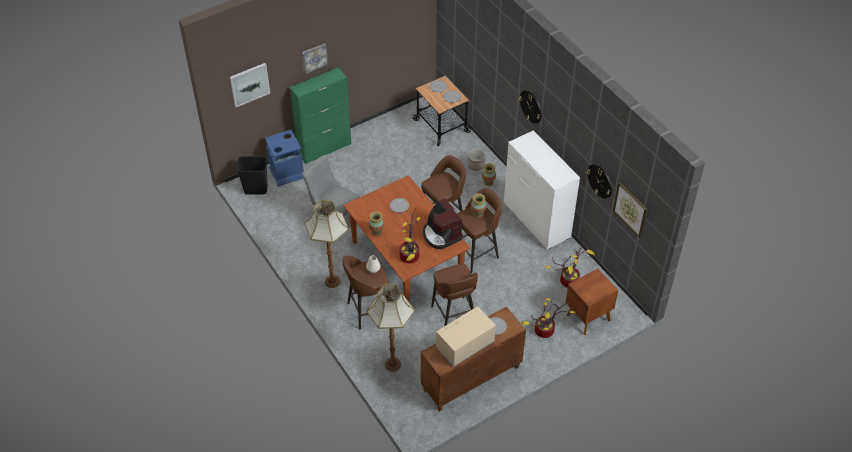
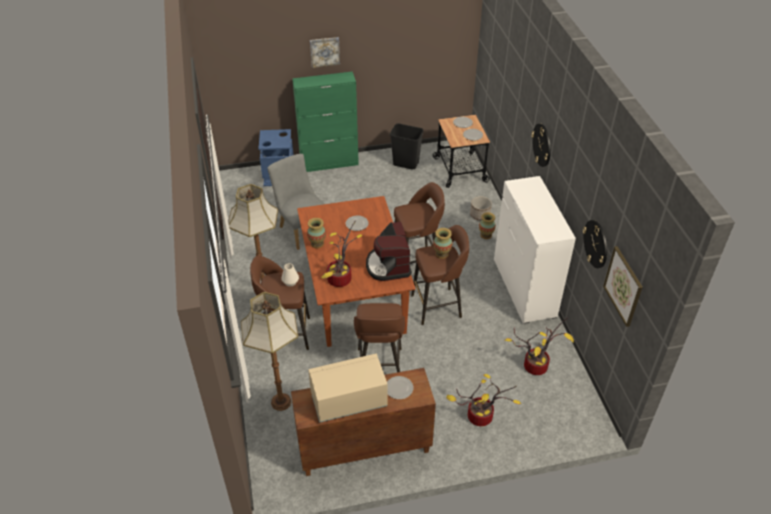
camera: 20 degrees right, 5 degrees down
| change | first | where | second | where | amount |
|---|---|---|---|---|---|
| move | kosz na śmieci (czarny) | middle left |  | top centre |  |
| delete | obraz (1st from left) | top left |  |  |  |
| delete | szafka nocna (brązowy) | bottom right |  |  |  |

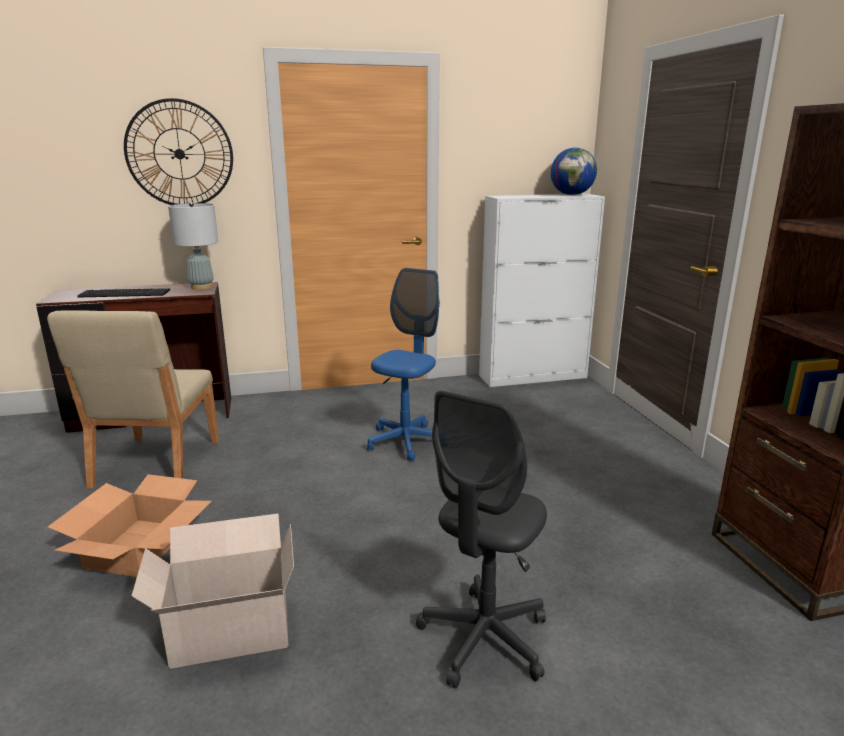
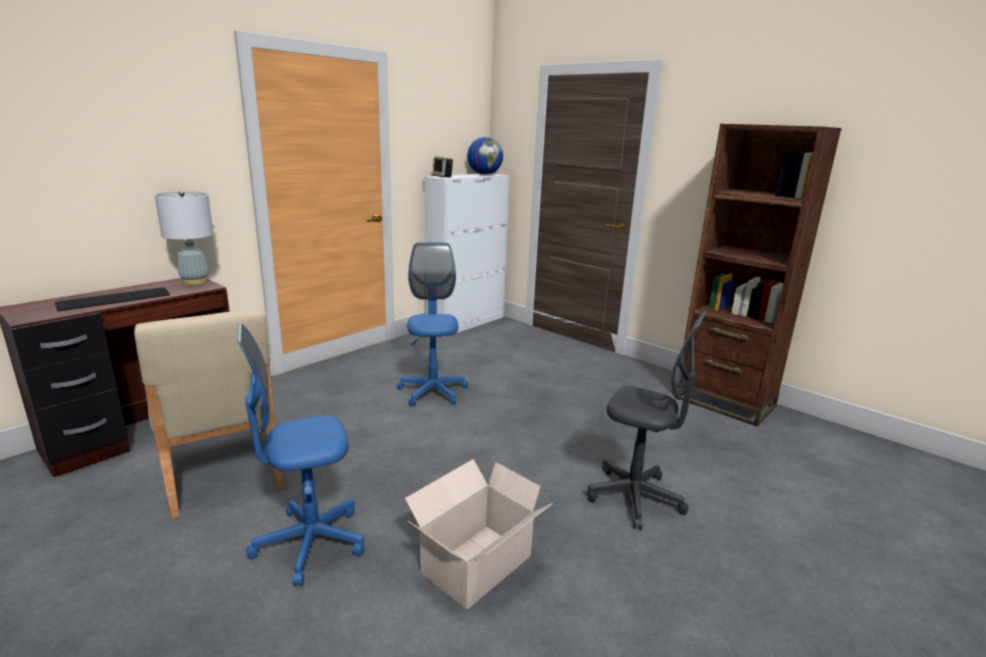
camera: 35 degrees left, 0 degrees up
| change | first | where | second | where | amount |
|---|---|---|---|---|---|
| replace | karton (1st from left) | bottom left | krzesło biurowe (niebieski) (1st from left) | bottom left |  |
| insert |  |  | głośnik | top centre |  |
| rotate | krzesło biurowe (szary) | bottom centre |  | centre | 60 degrees counterclockwise |
| delete | zegar ścienny | top left |  |  |  |

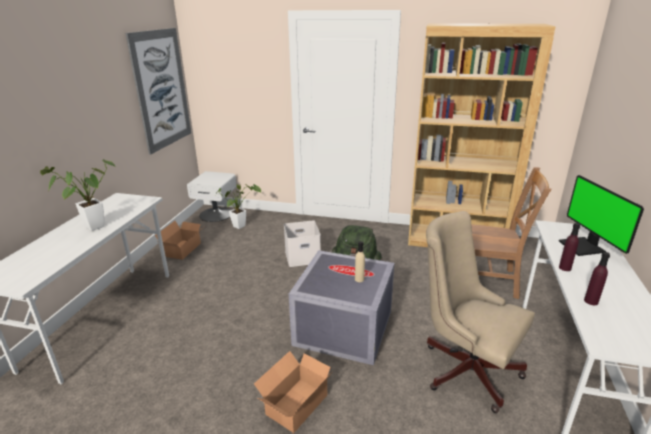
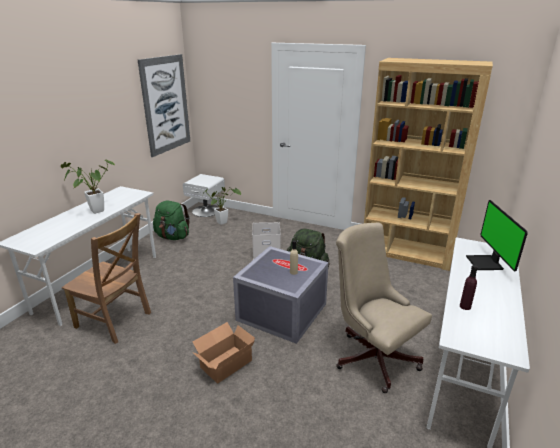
camera: 10 degrees right, 0 degrees up
| change | first | where | second | where | amount |
|---|---|---|---|---|---|
| move | krzesło (brązowy) | middle right |  | middle left |  |
| replace | karton (1st from left) | middle left | plecak (zielony) (1st from left) | middle left |  |
| delete | butelka (fioletowy) (1st from left) | middle right |  |  |  |

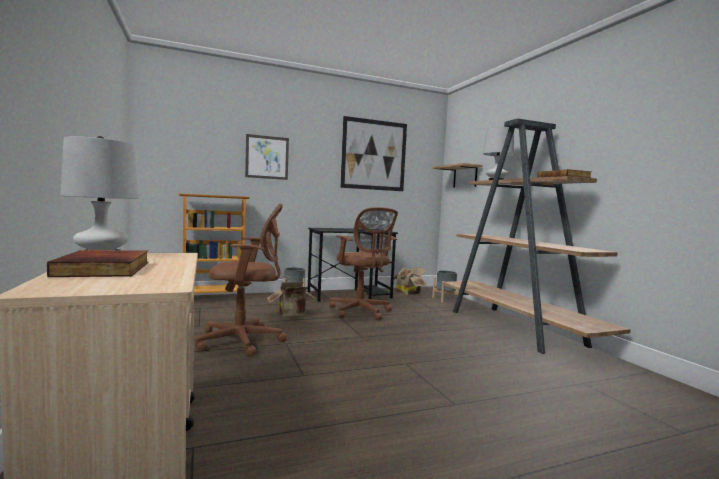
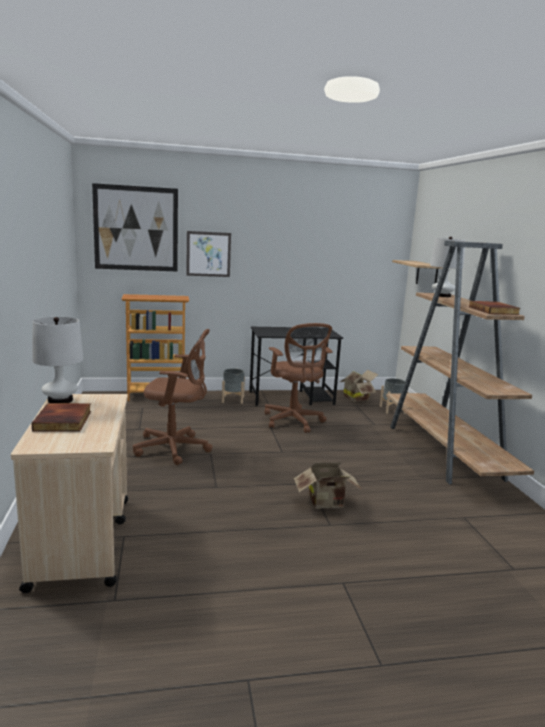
camera: 10 degrees right, 10 degrees up
| change | first | where | second | where | amount |
|---|---|---|---|---|---|
| move | obraz (2nd from left in the first image) | top centre | obraz (1st from left) | top left |  |
| move | karton (1st from left) | centre |  | bottom centre |  |

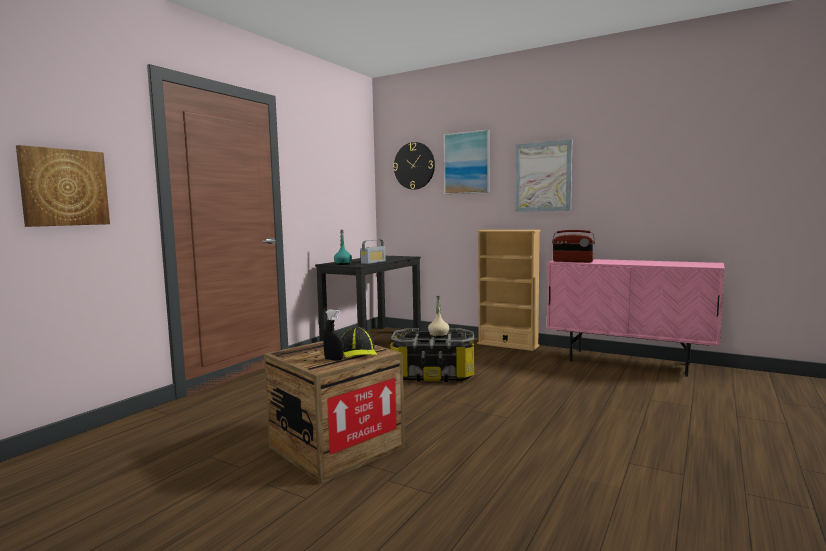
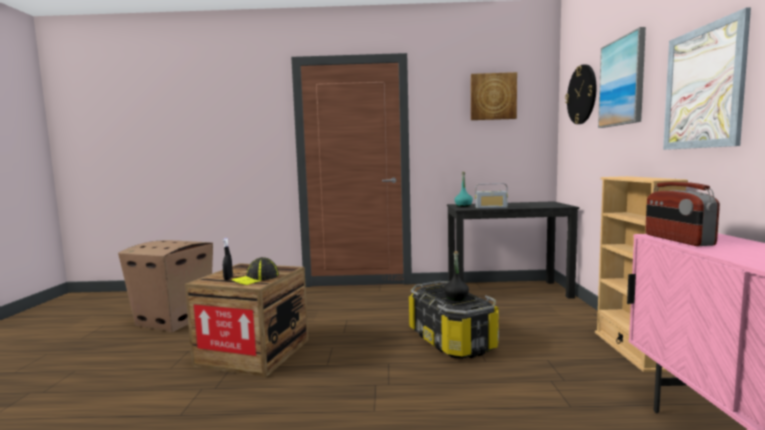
camera: 60 degrees right, 0 degrees up
| change | first | where | second | where | amount |
|---|---|---|---|---|---|
| insert |  |  | karton | middle left |  |
| recolor | butelka (beżowy) | centre | butelka (czarny) | centre |  |
| move | obraz (1st from left) | middle left |  | top centre |  |

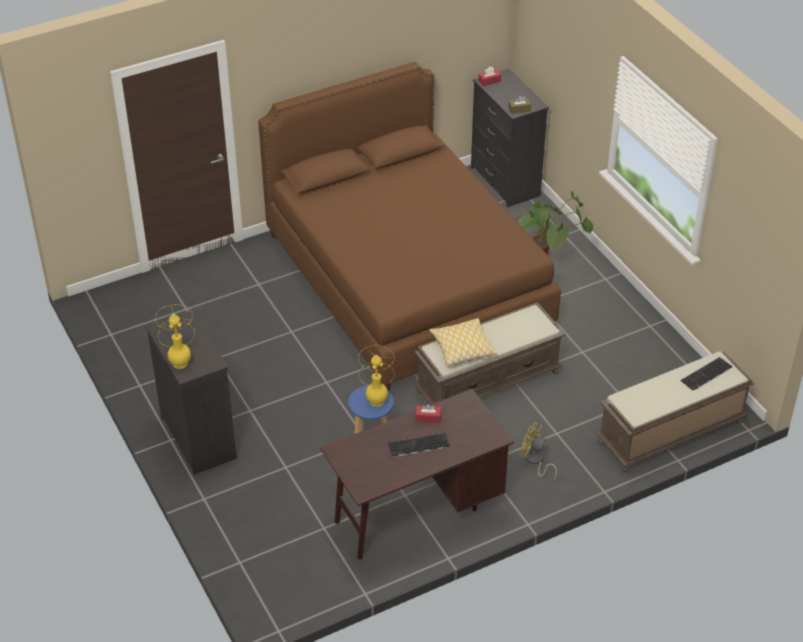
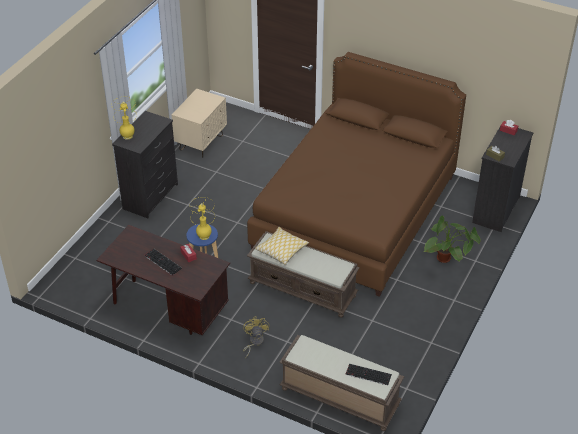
camera: 55 degrees right, 0 degrees up
| change | first | where | second | where | amount |
|---|---|---|---|---|---|
| insert |  |  | szafka nocna (beżowy) | top centre |  |

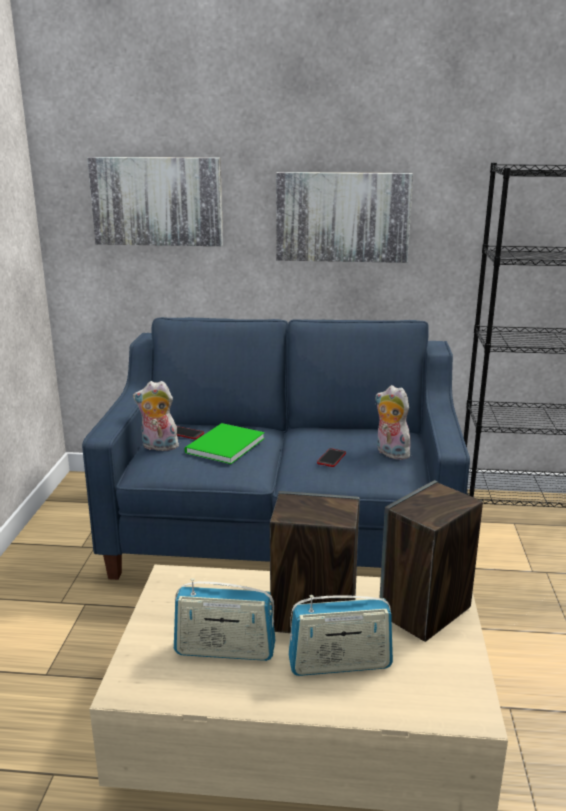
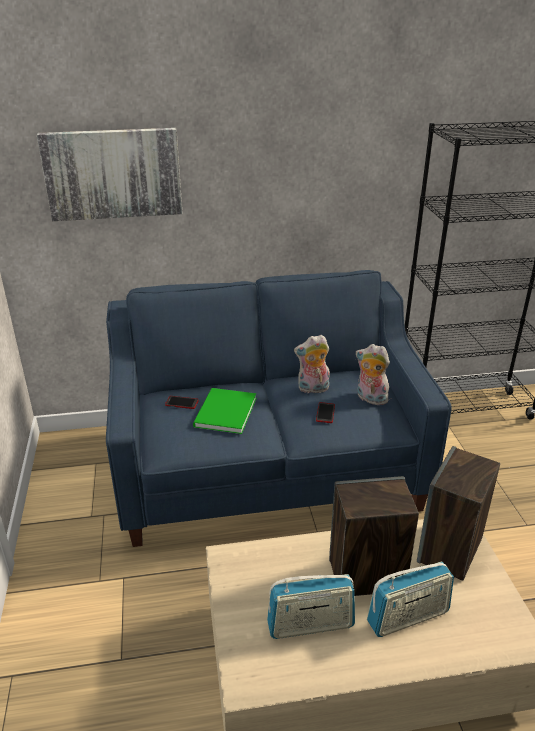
camera: 15 degrees left, 10 degrees up
| change | first | where | second | where | amount |
|---|---|---|---|---|---|
| move | pluszak (1st from left) | middle left |  | centre |  |
| delete | obraz (2nd from left) | top centre |  |  |  |

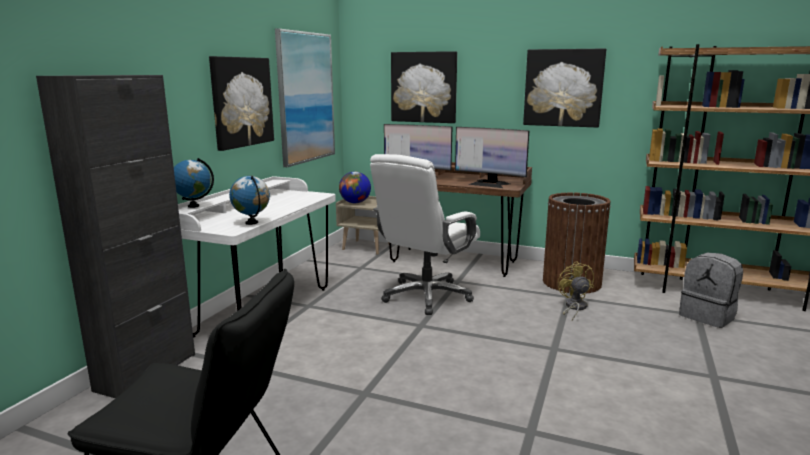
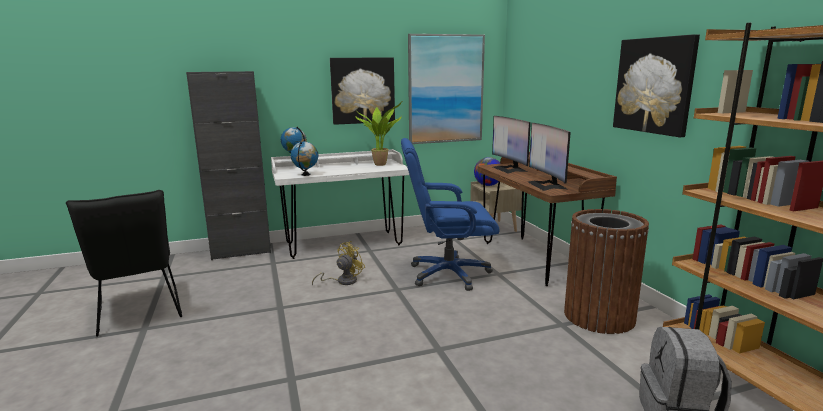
camera: 50 degrees right, 0 degrees up
| change | first | where | second | where | amount |
|---|---|---|---|---|---|
| move | wentylator (żółty) | middle right |  | centre |  |
| insert |  |  | roślina doniczkowa | top centre |  |
| recolor | krzesło biurowe (biały) | centre | krzesło biurowe (niebieski) | centre |  |
| delete | obraz (3rd from left) | top centre |  |  |  |

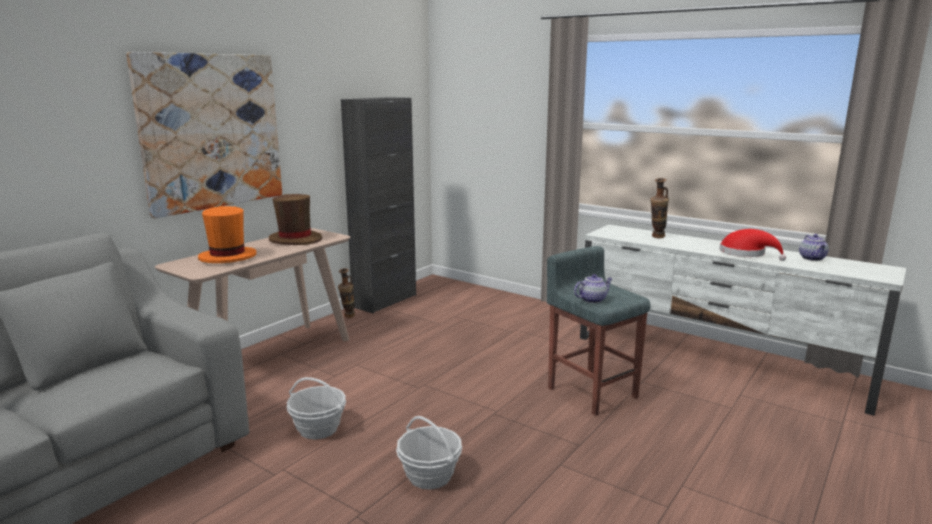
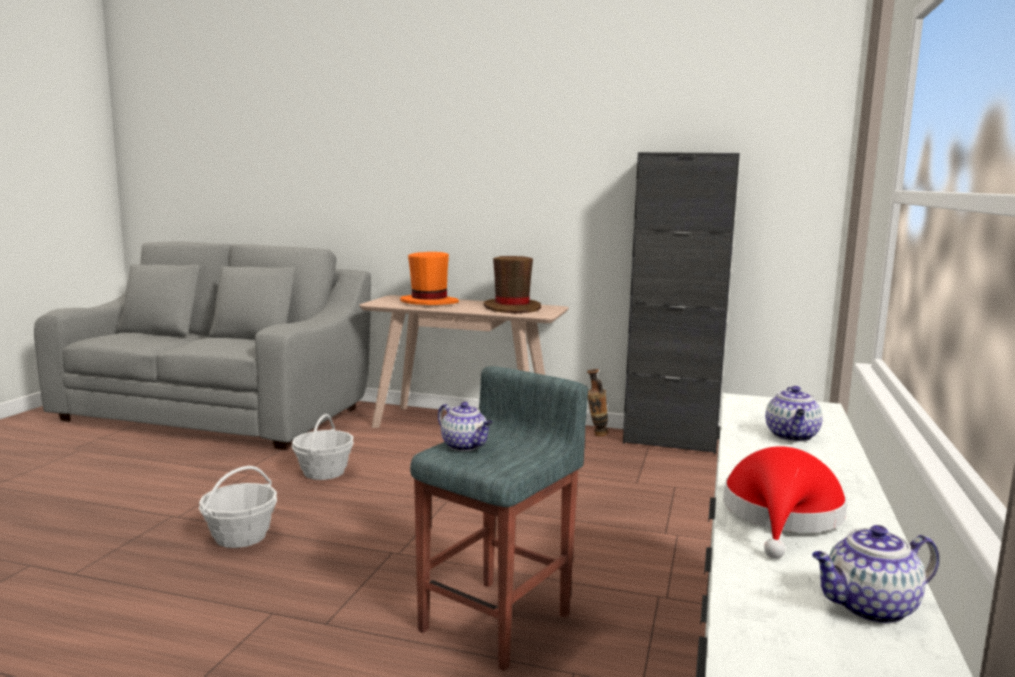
camera: 70 degrees right, 5 degrees down
| change | first | where | second | where | amount |
|---|---|---|---|---|---|
| replace | wazon (2nd from left) | middle right | imbryk (2nd from left) | middle right |  |
| delete | obraz | top left |  |  |  |

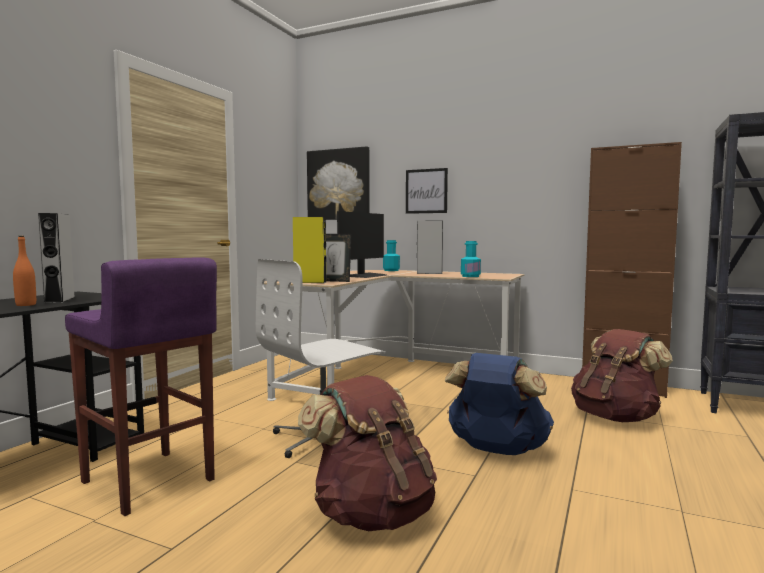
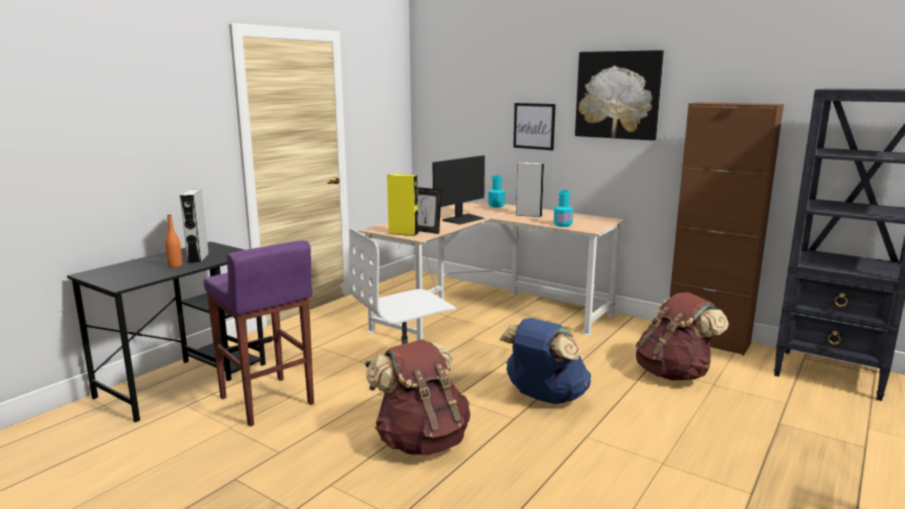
camera: 10 degrees right, 10 degrees up
| change | first | where | second | where | amount |
|---|---|---|---|---|---|
| move | obraz (1st from left in the first image) | top centre | obraz (2nd from left) | top right |  |

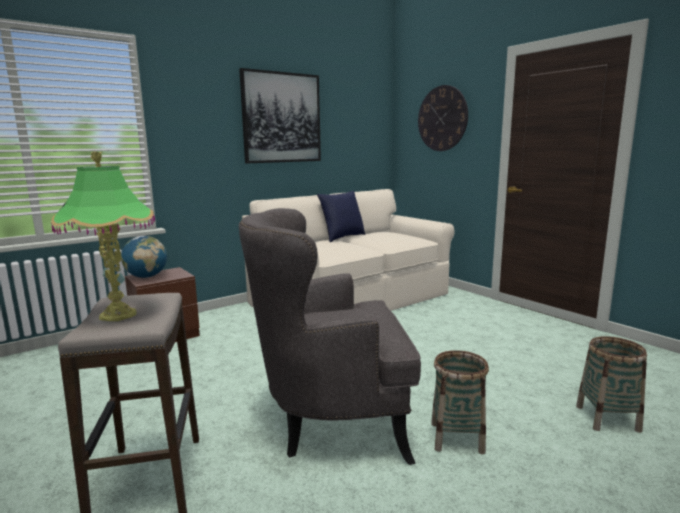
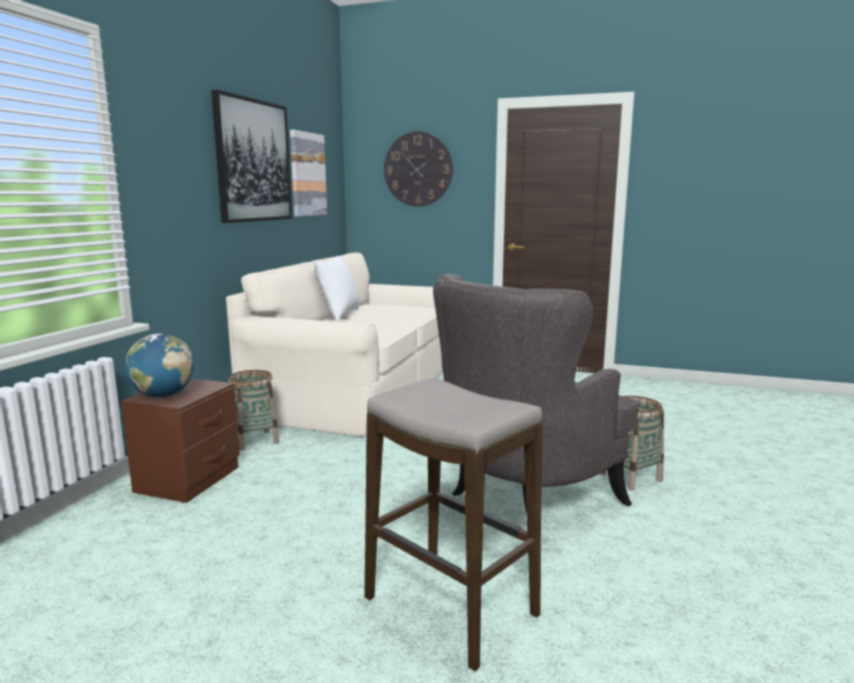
camera: 35 degrees left, 0 degrees up
| change | first | where | second | where | amount |
|---|---|---|---|---|---|
| move | koszyk (2nd from left in the first image) | bottom right | koszyk (1st from left) | middle left |  |
| insert |  |  | obraz (2nd from left) | top centre |  |
| recolor | poduszka (niebieski) | centre | poduszka (biały) | centre |  |
| delete | lampa stołowa | middle left |  |  |  |

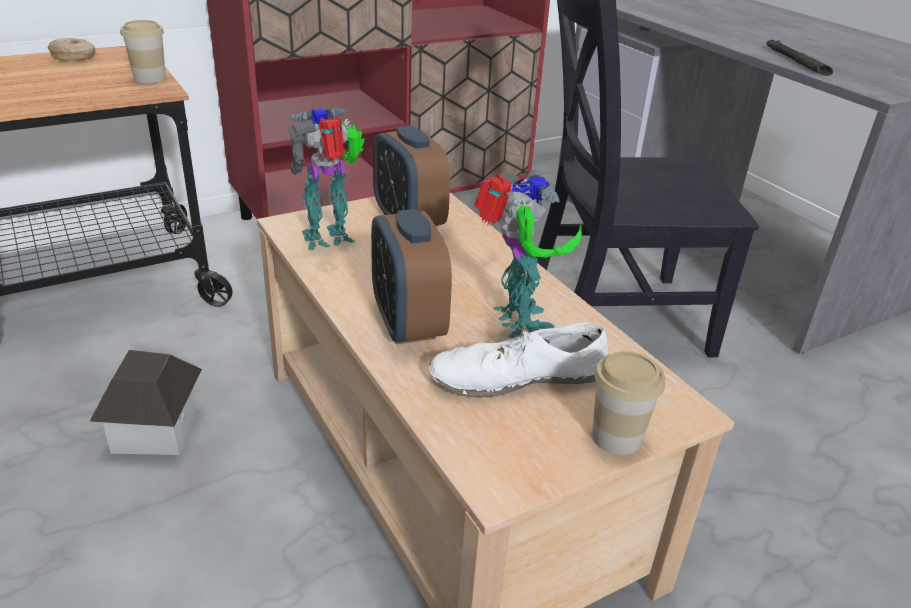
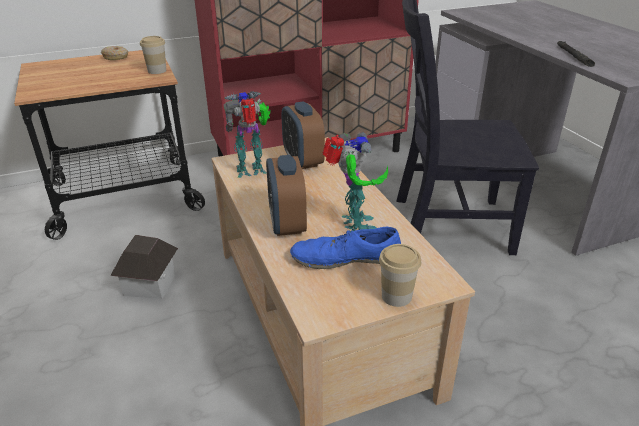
camera: 10 degrees right, 0 degrees up
| change | first | where | second | where | amount |
|---|---|---|---|---|---|
| recolor | but (biały) | centre | but (niebieski) | centre |  |

